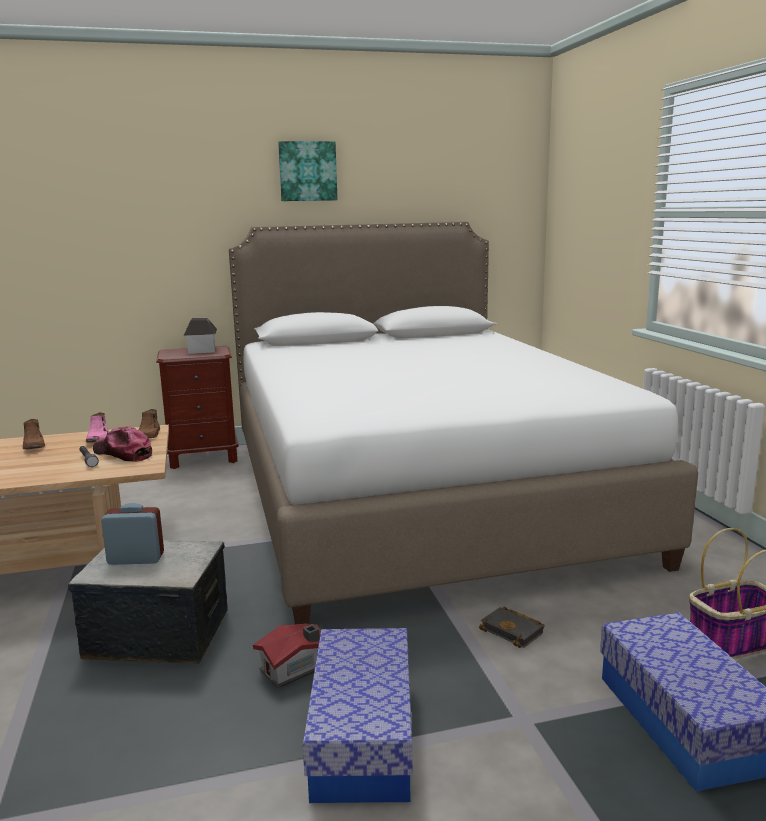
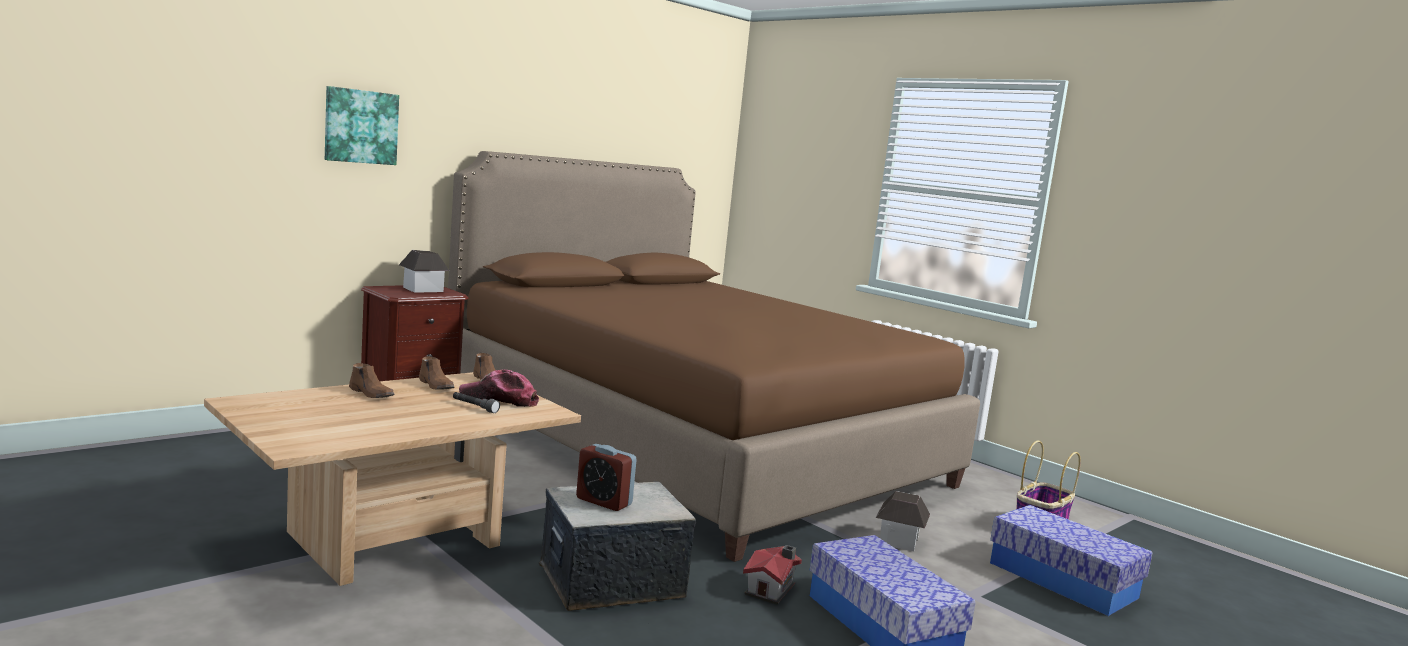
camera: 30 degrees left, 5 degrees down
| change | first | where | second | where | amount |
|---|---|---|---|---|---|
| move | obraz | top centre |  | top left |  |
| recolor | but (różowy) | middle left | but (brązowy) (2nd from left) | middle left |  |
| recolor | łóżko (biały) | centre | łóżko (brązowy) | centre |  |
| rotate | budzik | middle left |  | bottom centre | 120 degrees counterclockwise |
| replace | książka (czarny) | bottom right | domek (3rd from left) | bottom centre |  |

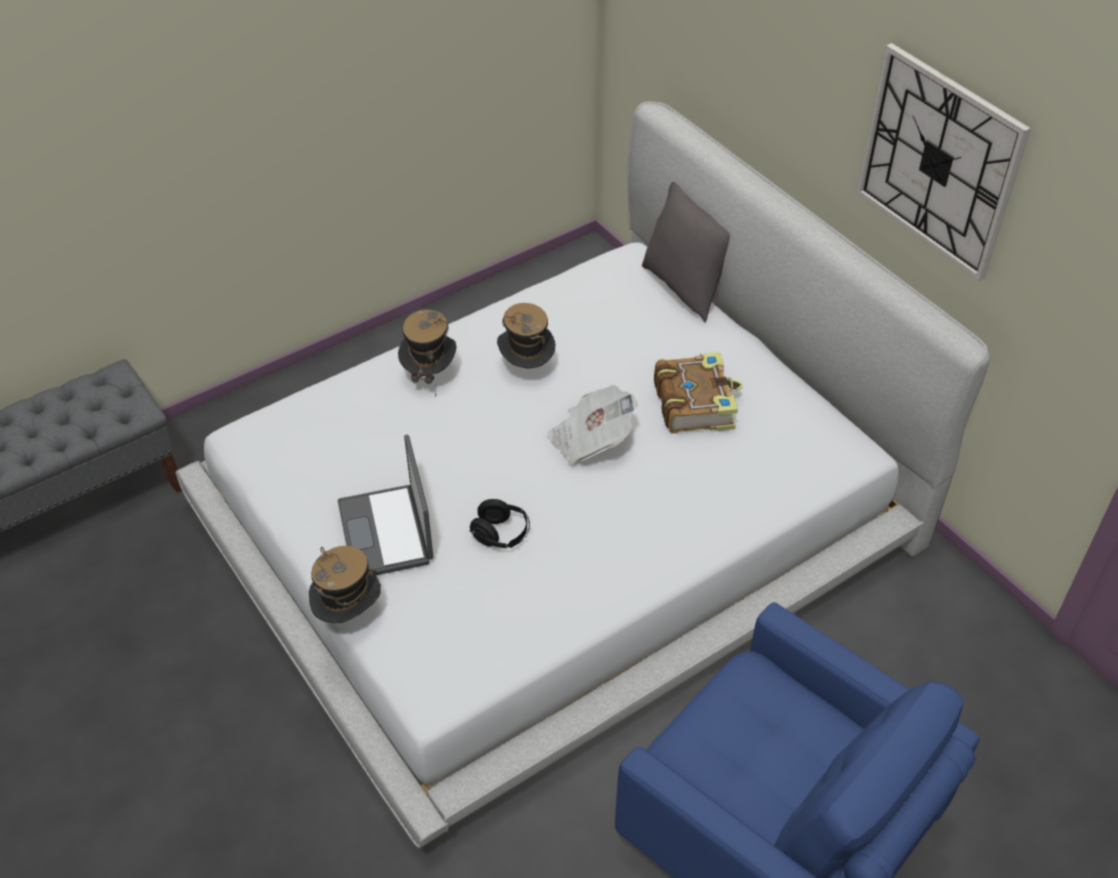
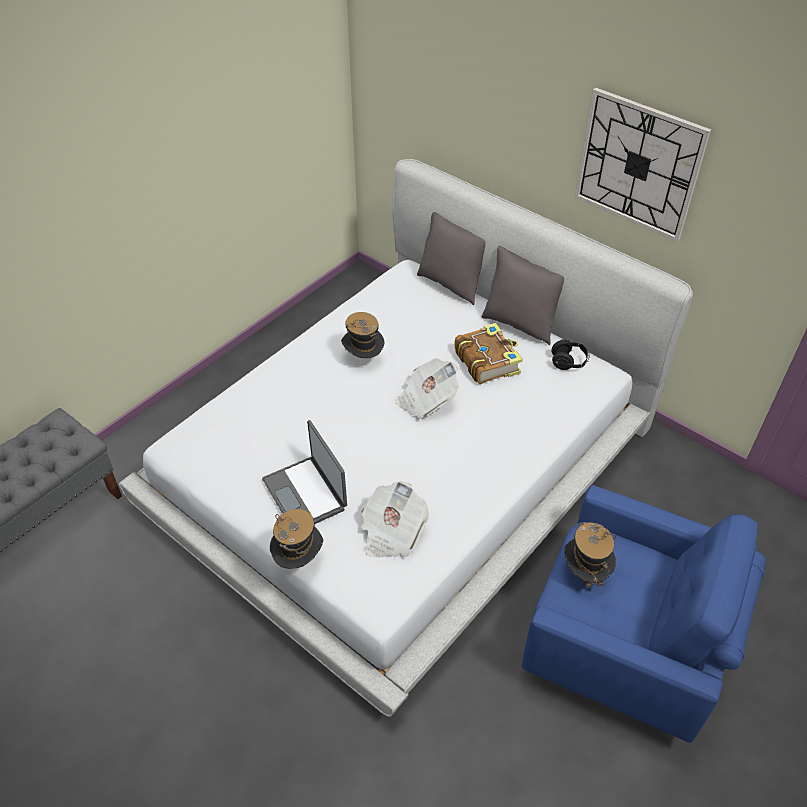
camera: 15 degrees left, 0 degrees up
| change | first | where | second | where | amount |
|---|---|---|---|---|---|
| insert |  |  | gazeta (1st from left) | centre |  |
| insert |  |  | poduszka (szary) (2nd from left) | centre |  |
| move | słuchawki (czarny) | centre |  | middle right |  |
| move | kapelusz (2nd from left in the first image) | centre | kapelusz (3rd from left) | bottom right |  |

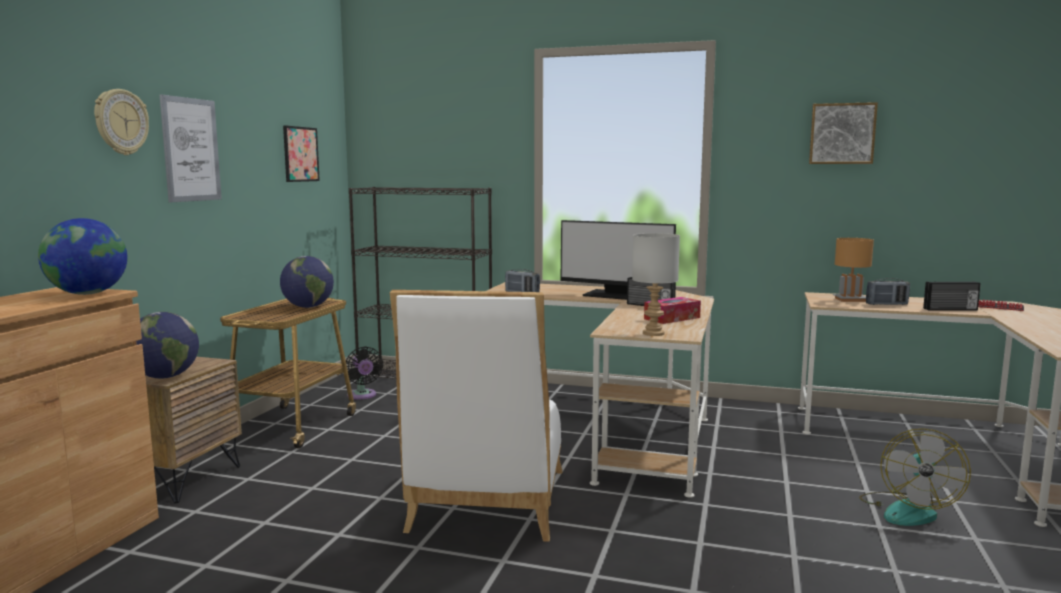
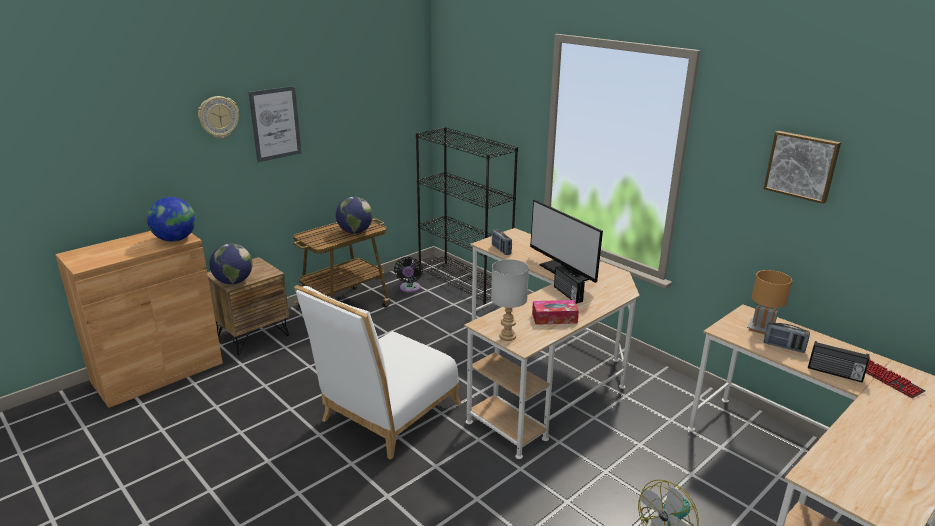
camera: 30 degrees right, 15 degrees up
| change | first | where | second | where | amount |
|---|---|---|---|---|---|
| delete | obraz (2nd from left) | top left |  |  |  |

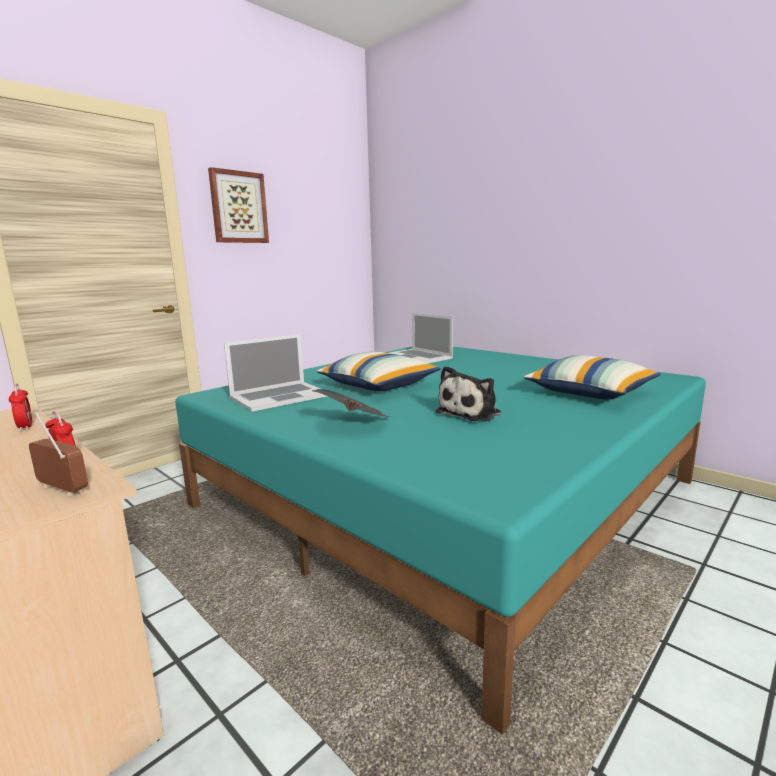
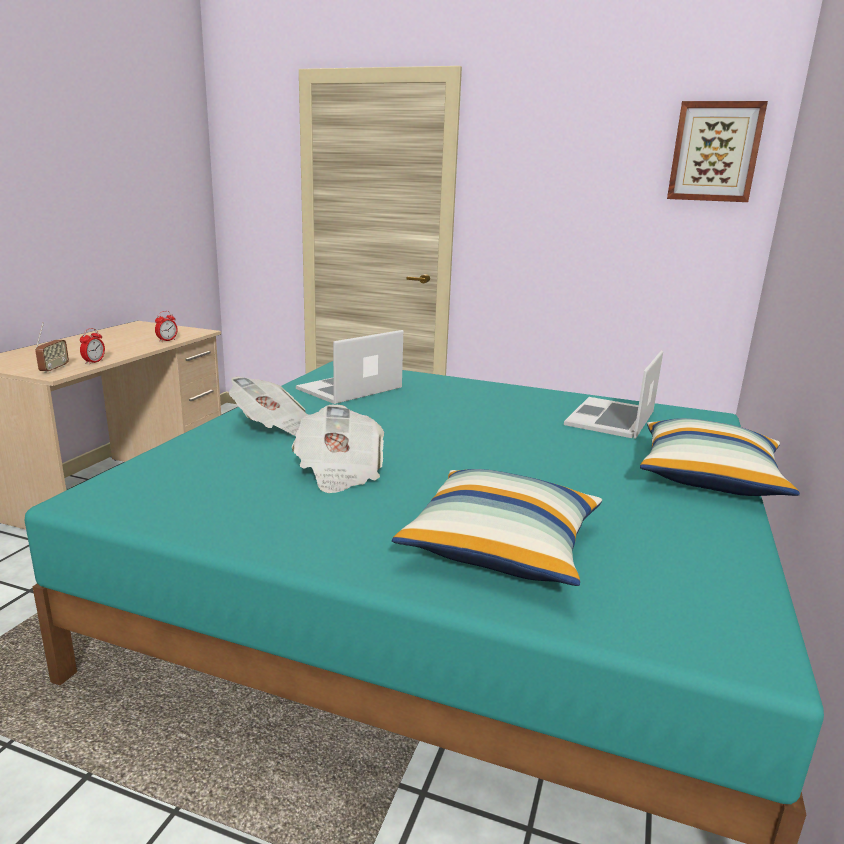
camera: 65 degrees right, 5 degrees up
| change | first | where | second | where | amount |
|---|---|---|---|---|---|
| replace | pluszak | centre | gazeta (2nd from left) | centre |  |
| rotate | laptop (1st from left) | centre |  | centre | 105 degrees clockwise |
| move | poduszka (1st from left in the first image) | centre | poduszka (2nd from left) | middle right |  |
| move | obraz | top left |  | top right |  |

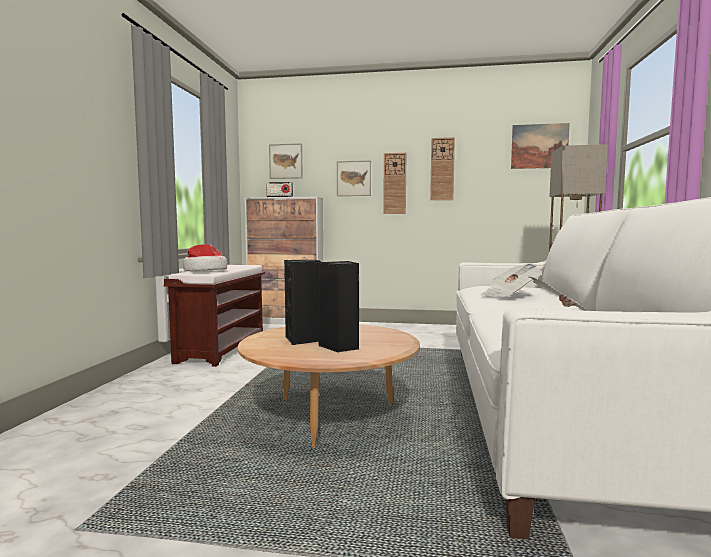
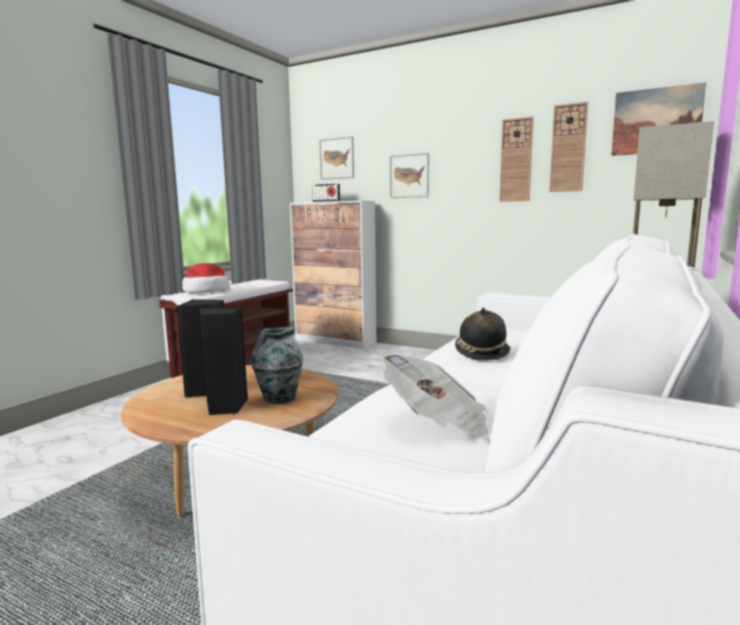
camera: 20 degrees right, 5 degrees up
| change | first | where | second | where | amount |
|---|---|---|---|---|---|
| insert |  |  | wazon | centre |  |
| replace | gazeta (1st from left) | middle right | kapelusz (2nd from left) | centre |  |
| move | zegar ścienny (1st from left in the first image) | top centre | zegar ścienny (2nd from left) | top right |  |

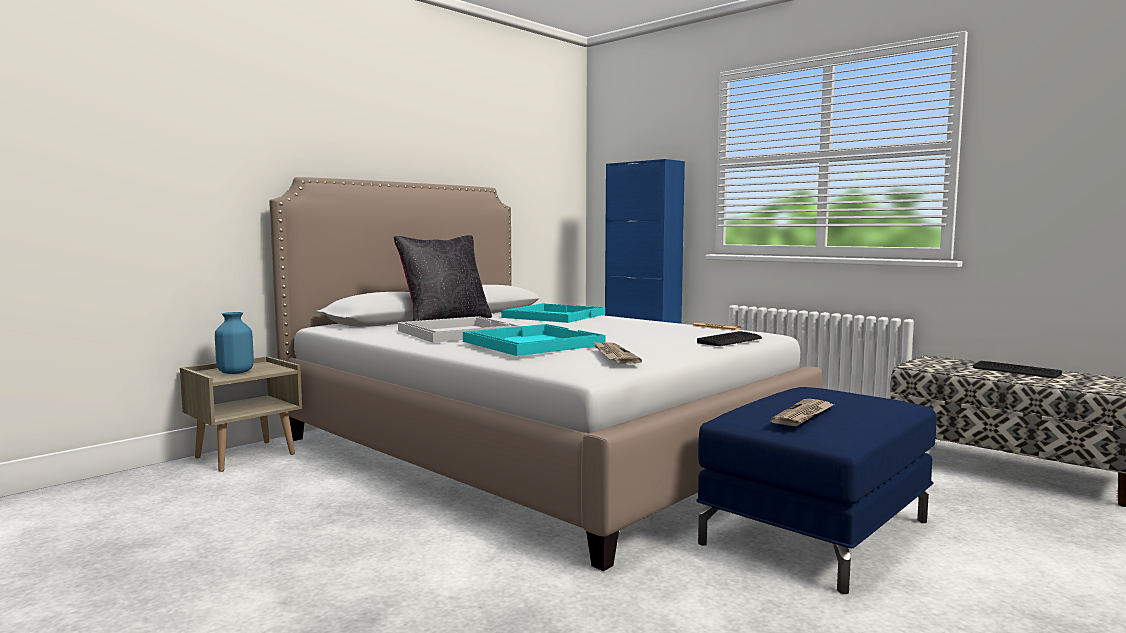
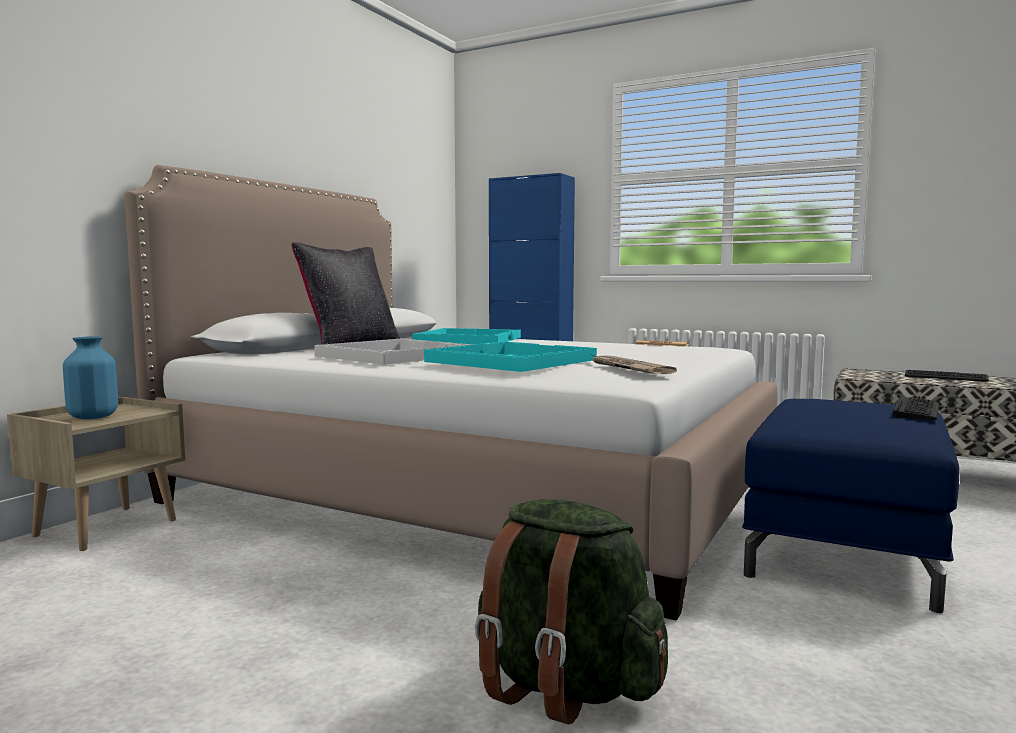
camera: 15 degrees left, 0 degrees up
| change | first | where | second | where | amount |
|---|---|---|---|---|---|
| insert |  |  | plecak (zielony) | bottom centre |  |
| move | klawiatura (1st from left) | centre |  | middle right |  |
| delete | gazeta (3rd from left) | middle right |  |  |  |

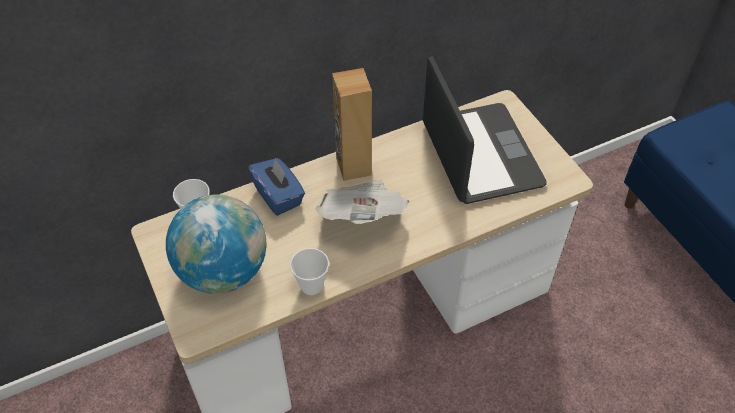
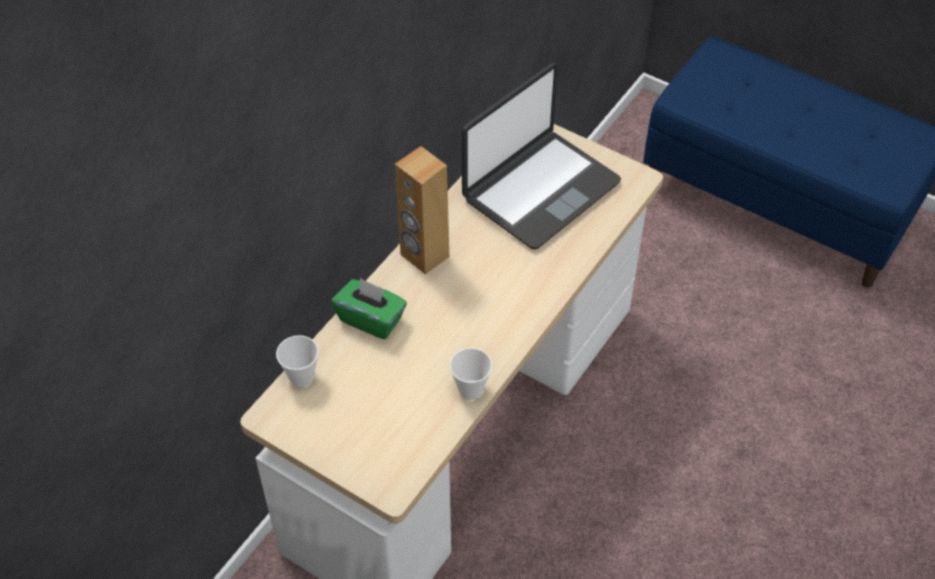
camera: 30 degrees left, 0 degrees up
| change | first | where | second | where | amount |
|---|---|---|---|---|---|
| recolor | pudełko chusteczek (niebieski) | centre | pudełko chusteczek (zielony) | centre |  |
| rotate | laptop | top centre |  | top centre | 90 degrees clockwise |
| delete | globus | middle left |  |  |  |
| delete | gazeta | centre |  |  |  |

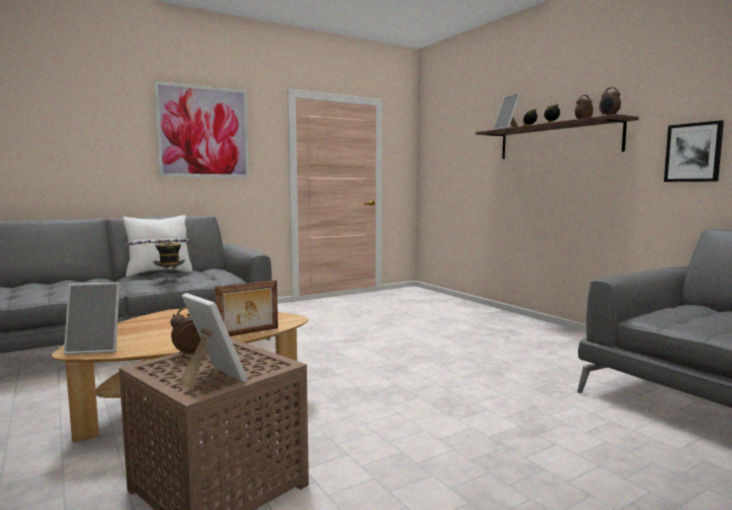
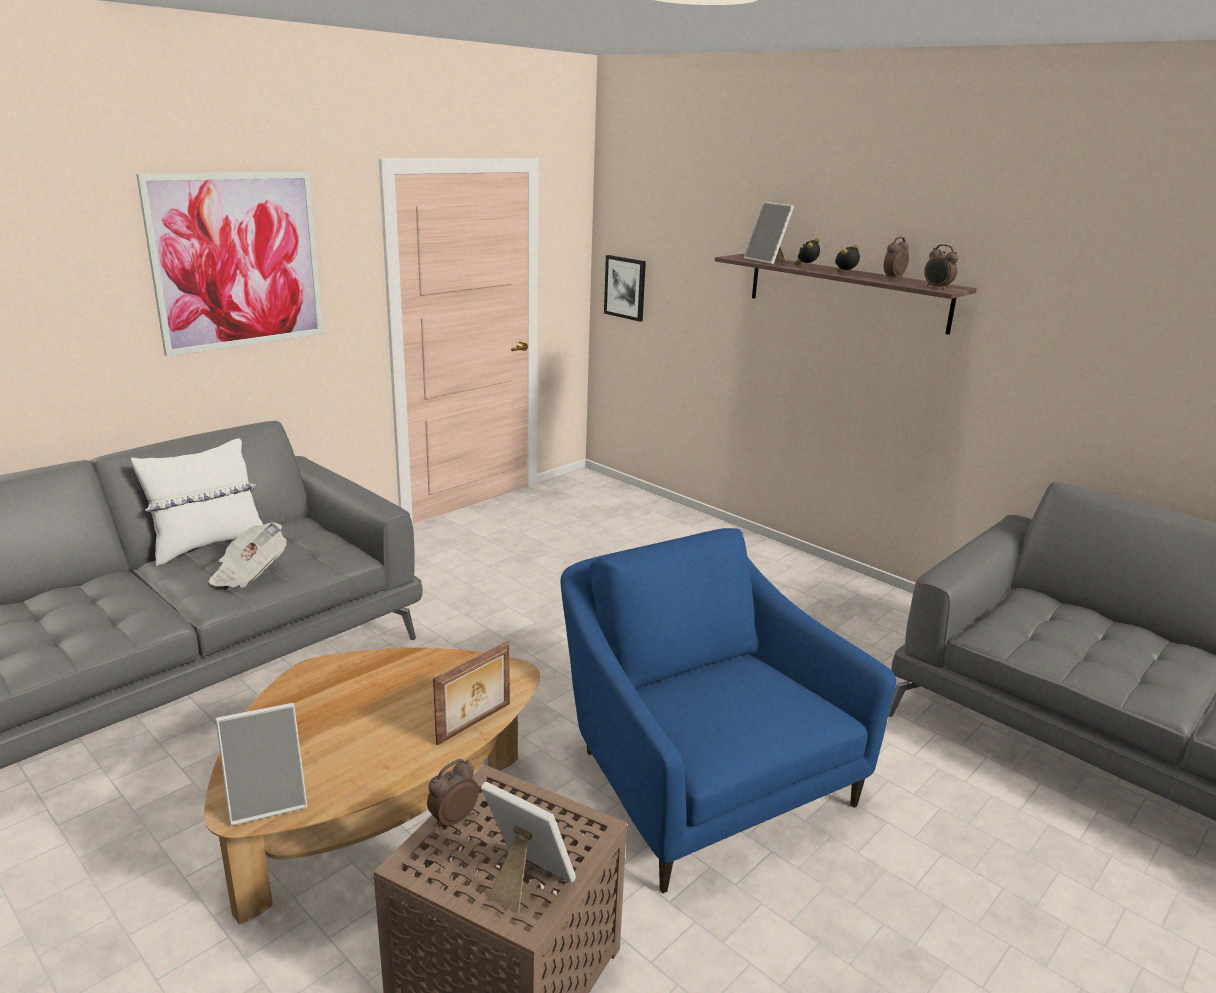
camera: 15 degrees left, 15 degrees up
| change | first | where | second | where | amount |
|---|---|---|---|---|---|
| replace | kapelusz | middle left | gazeta | middle left |  |
| insert |  |  | fotel (niebieski) | bottom centre |  |
| move | obraz (2nd from left) | top right |  | top centre |  |

